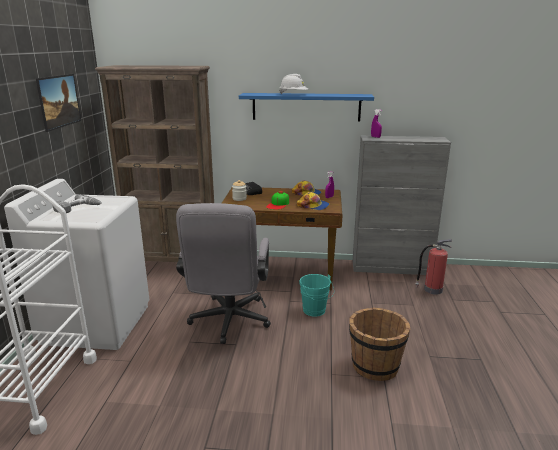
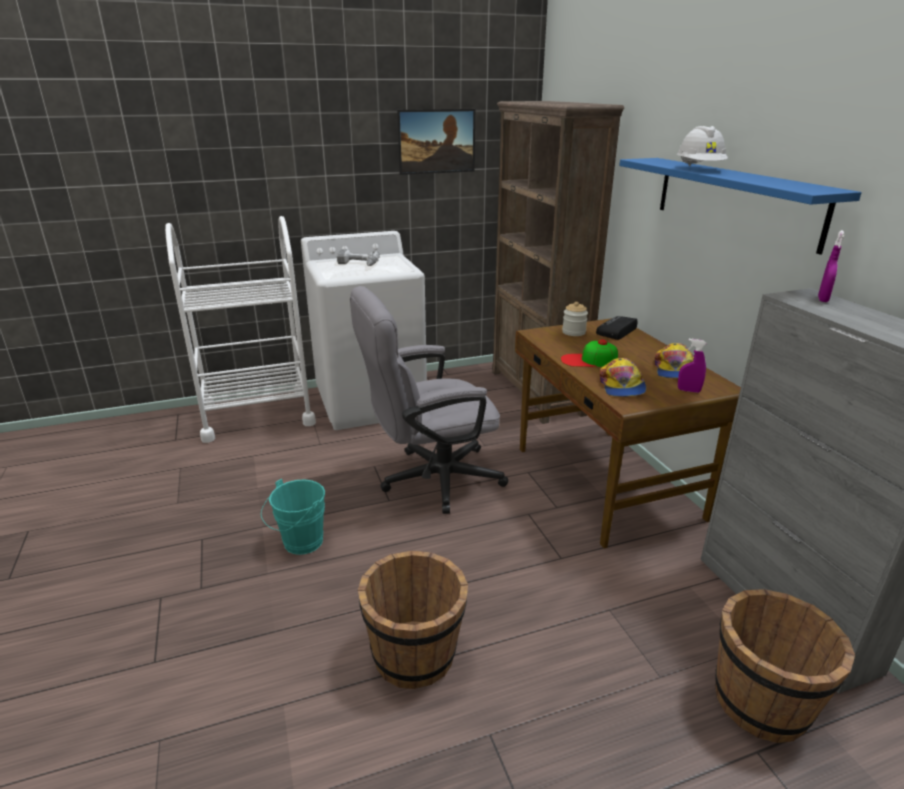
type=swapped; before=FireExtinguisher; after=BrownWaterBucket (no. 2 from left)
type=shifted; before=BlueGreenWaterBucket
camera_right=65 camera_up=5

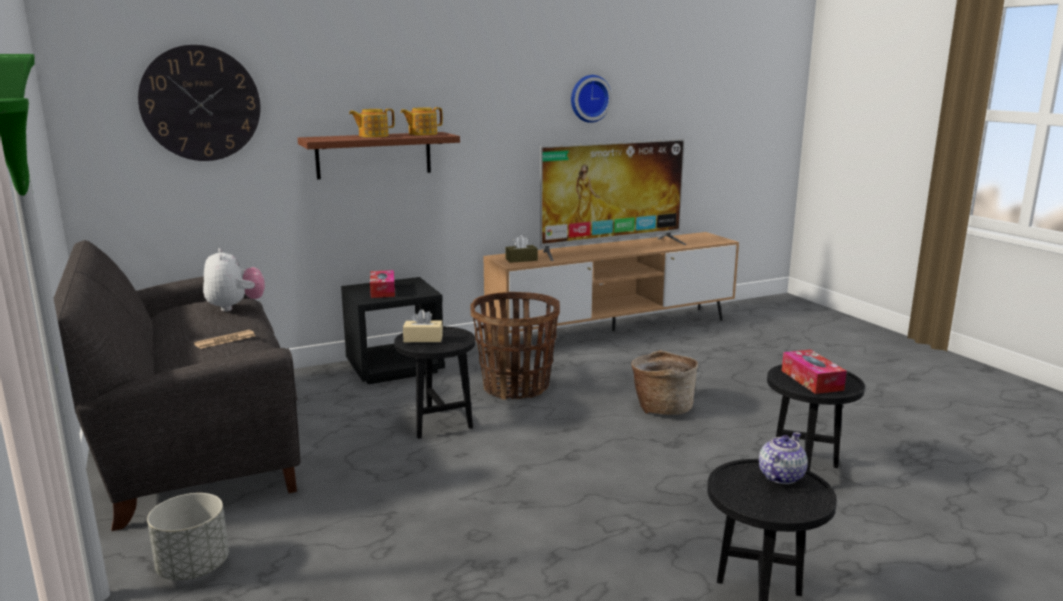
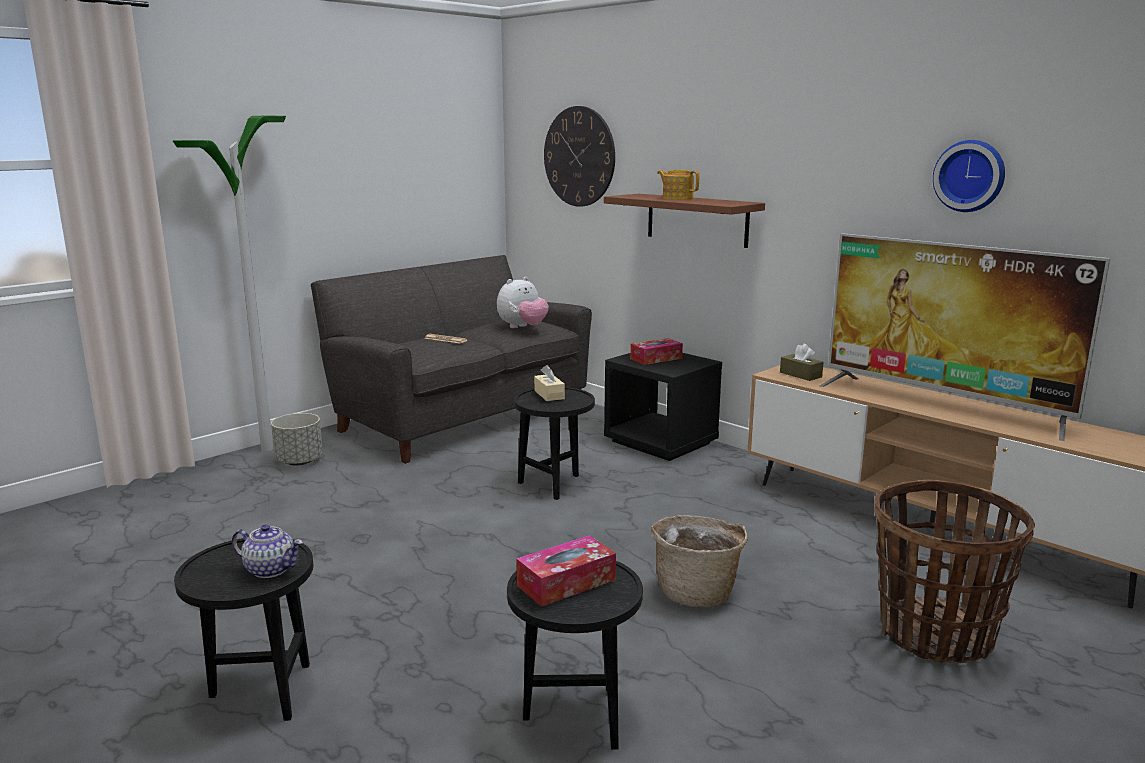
type=gone; before=PotForTea (no. 2 from left)
type=shifted; before=HouseholdBasket (no. 1 from left in the first image); after=HouseholdBasket (no. 2 from left)
camera_right=70 camera_up=0

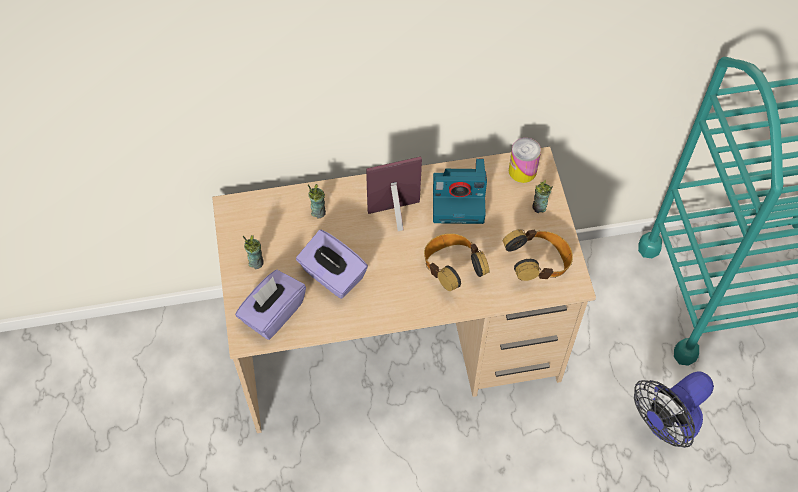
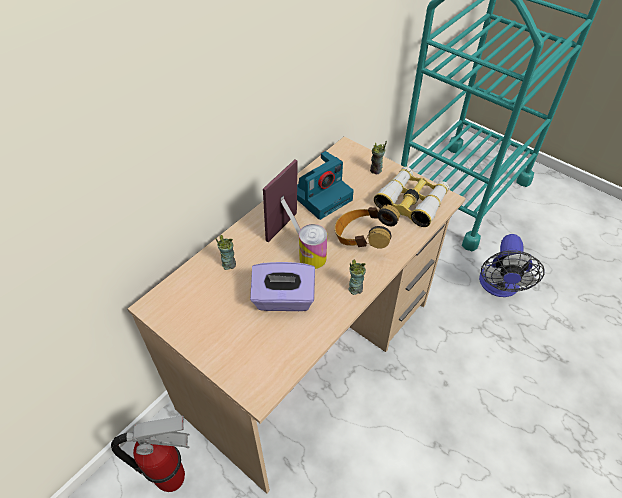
type=shifted; before=Can
type=swapped; before=Headset (no. 2 from left); after=FieldGlasses
type=shifted; before=SmallCup (no. 1 from left in the first image); after=SmallCup (no. 2 from left)
type=gone; before=PurpleColouredTissueBox (no. 1 from left)
type=new; after=FireExtinguisher
camera_right=-40 camera_up=-10

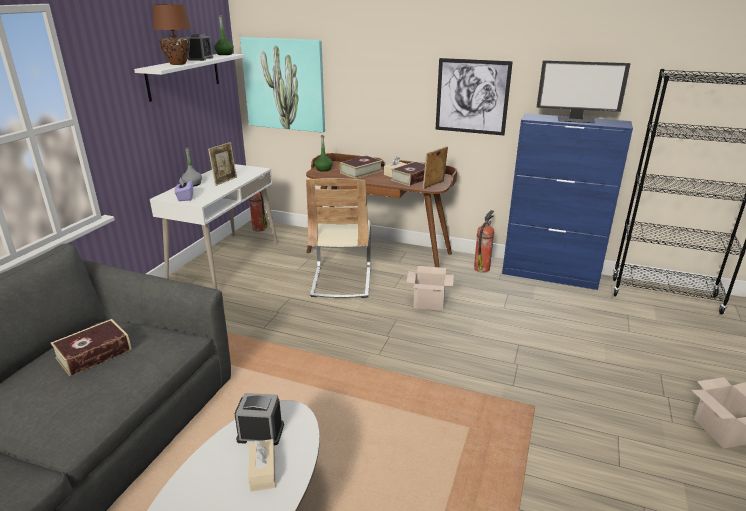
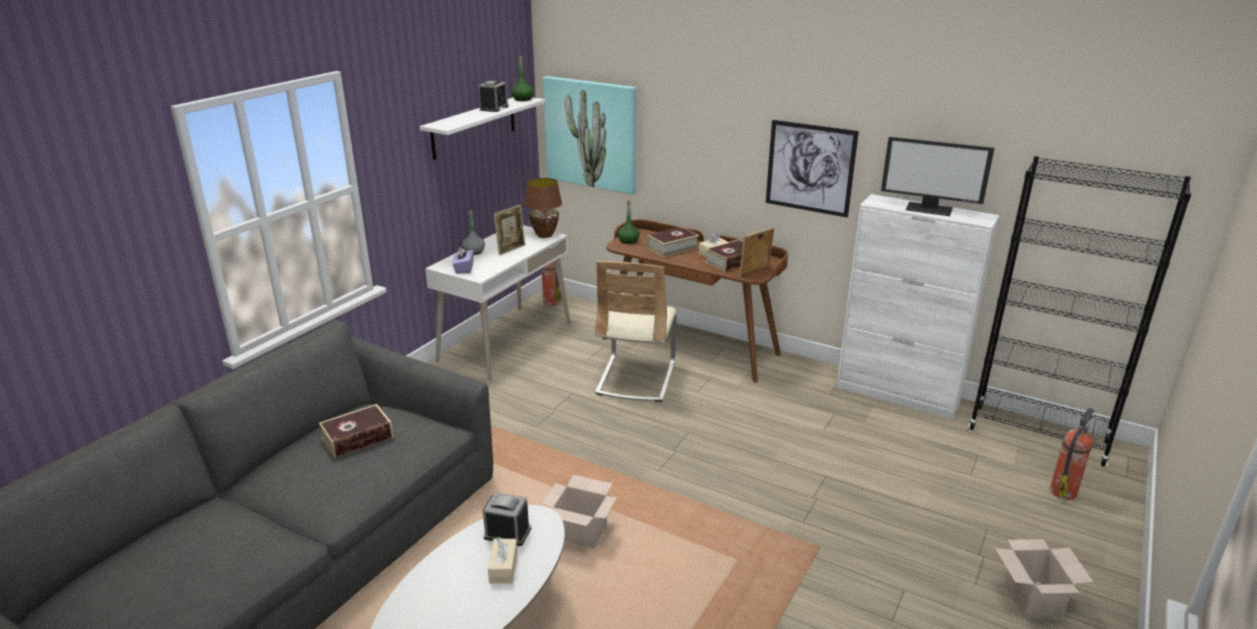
type=shifted; before=BrownLampForATable
type=repainted; before=BluishCabinet; after=WhitishCabinet
type=shifted; before=FireExtinguisher (no. 2 from left)
type=shifted; before=Carton (no. 1 from left)
camera_right=10 camera_up=0

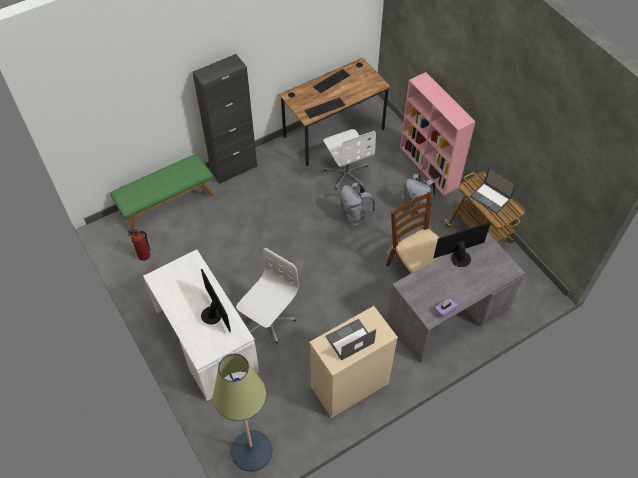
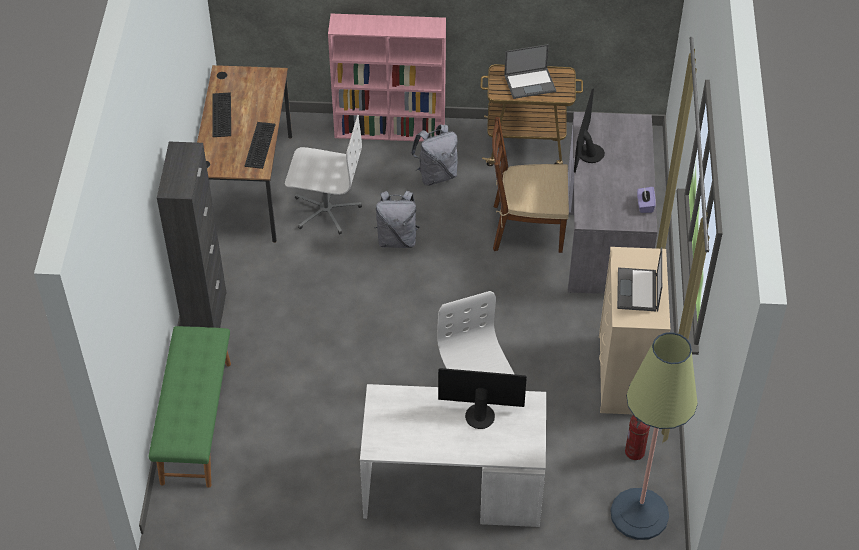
type=shifted; before=FireExtinguisher
camera_right=-55 camera_up=-5

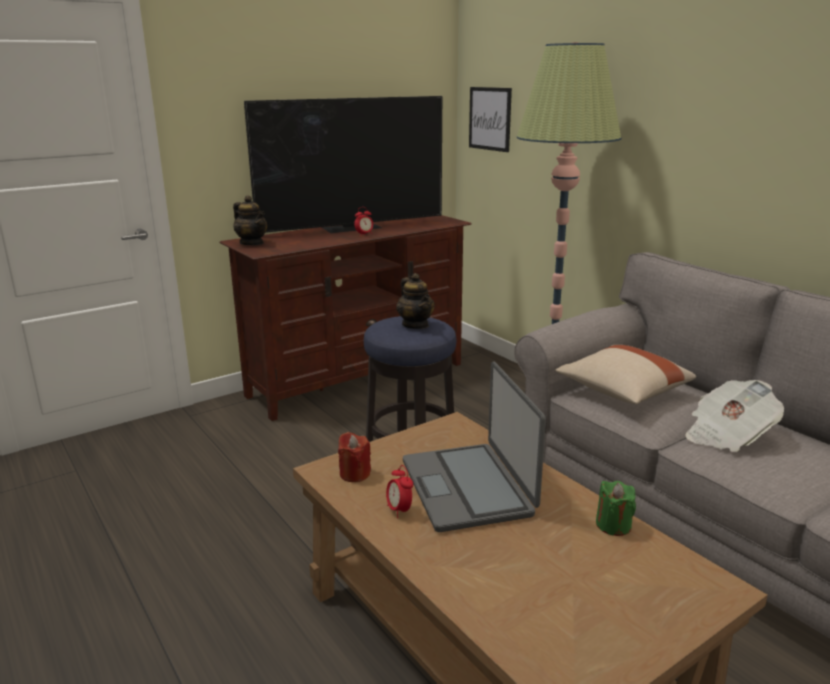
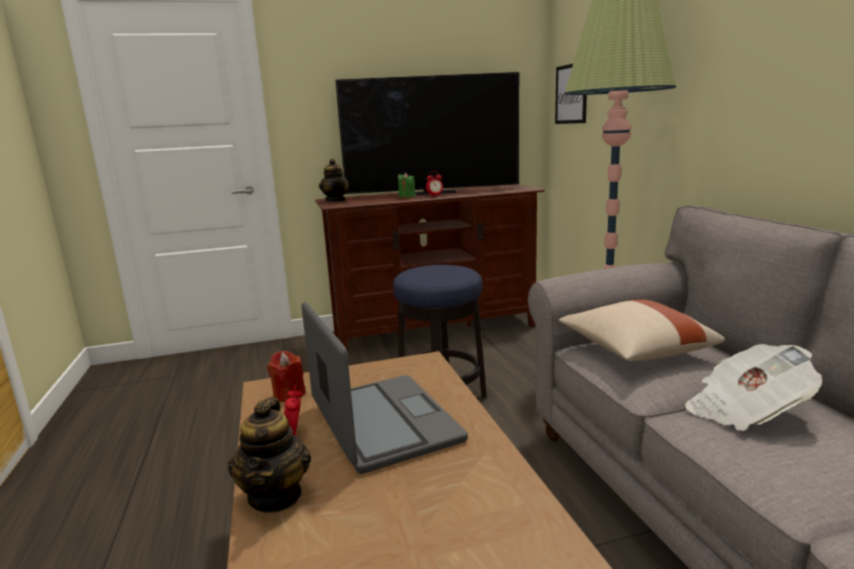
type=shifted; before=PotForTea (no. 2 from left in the first image); after=PotForTea (no. 1 from left)
type=rotated; before=Laptop; turn=150
type=shifted; before=GreenCandle
camera_right=20 camera_up=-5

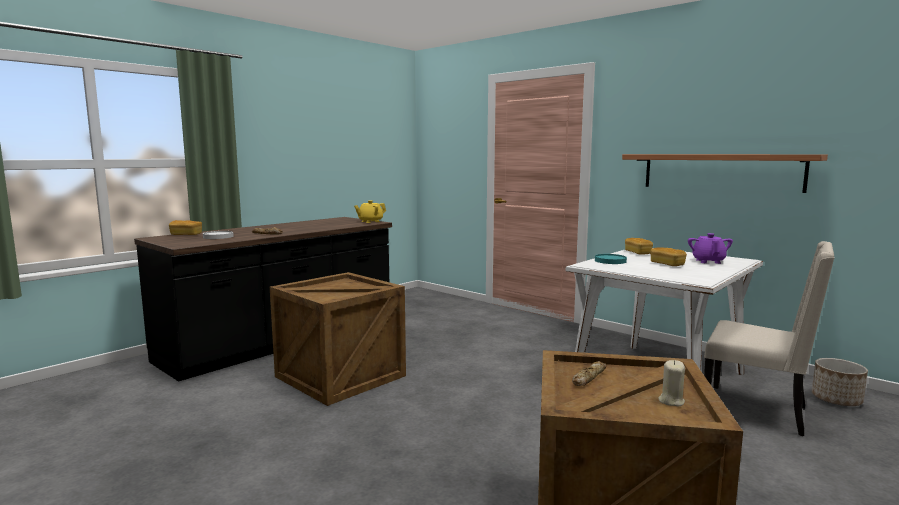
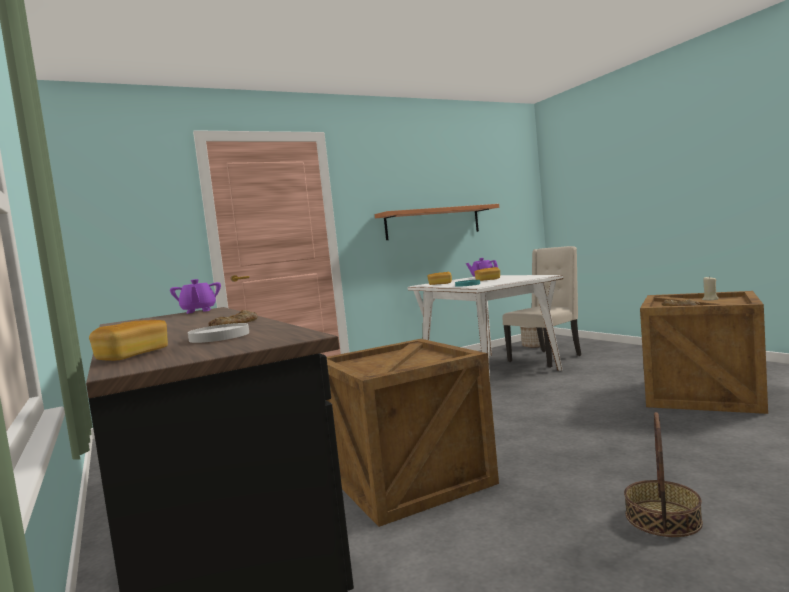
type=repainted; before=YellowishPotForTea; after=PurpleColouredPotForTea (no. 1 from left)
type=new; after=HouseholdBasket
camera_right=-70 camera_up=-5

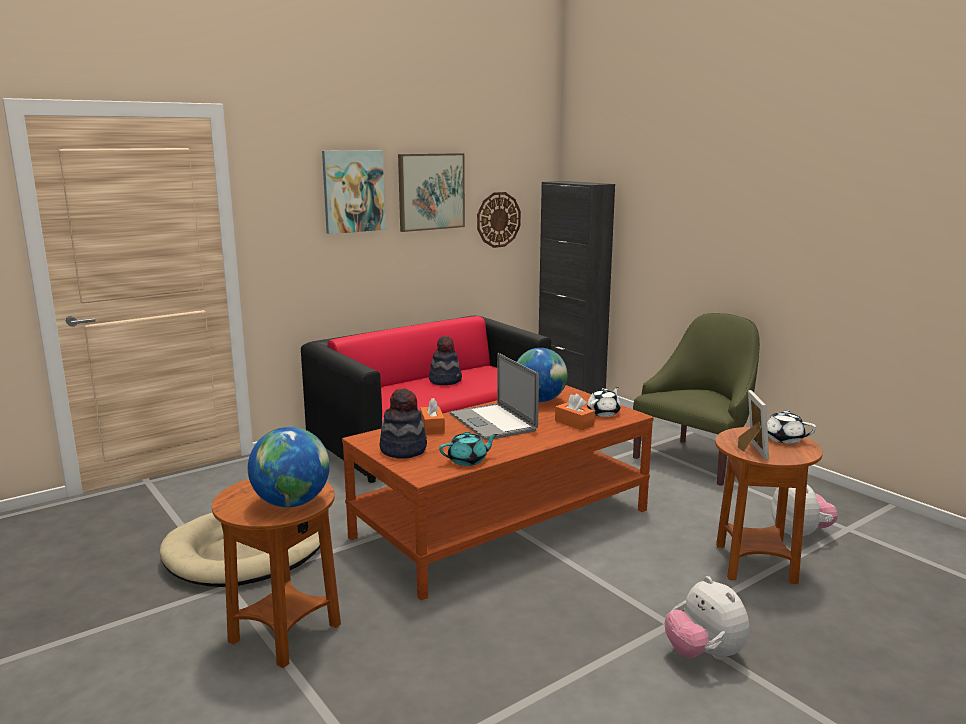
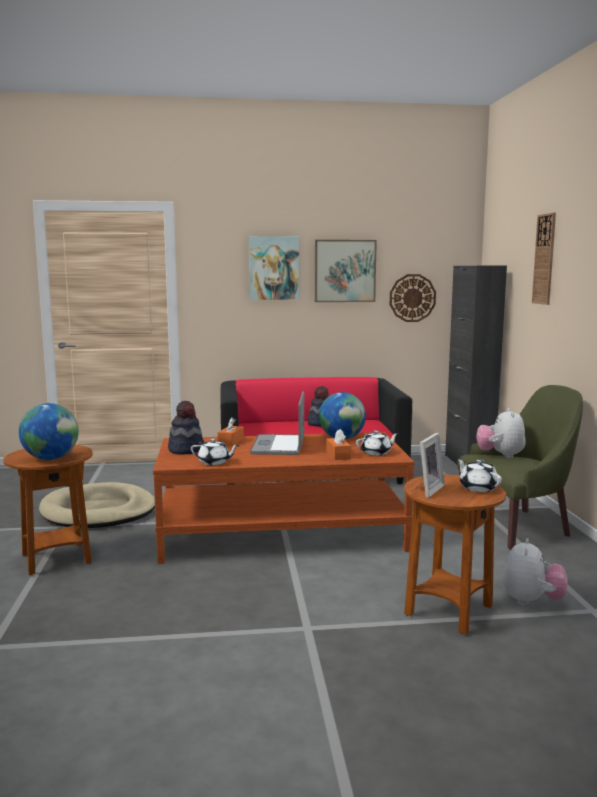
type=repainted; before=BlueGreenPotForTea; after=WhitishPotForTea (no. 1 from left)
type=shifted; before=SoftToy (no. 1 from left)
type=new; after=ClockOnTheWall (no. 2 from left)
camera_right=30 camera_up=-5

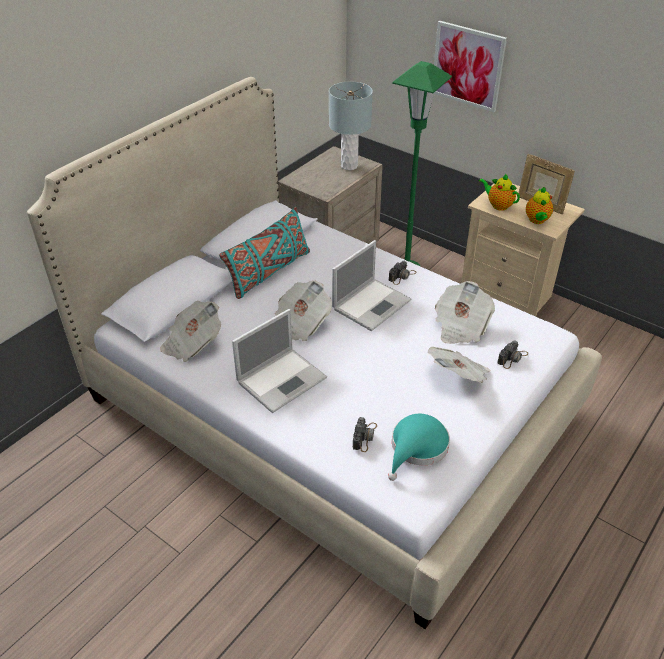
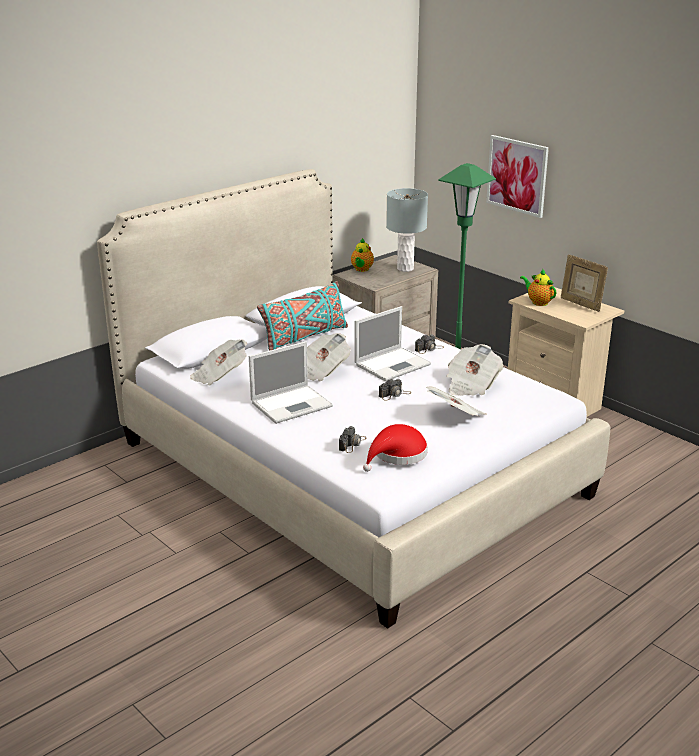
type=shifted; before=PotForTea (no. 2 from left in the first image); after=PotForTea (no. 1 from left)
type=shifted; before=PhotoCamera (no. 3 from left in the first image); after=PhotoCamera (no. 2 from left)
type=repainted; before=BlueGreenClothingHat; after=RedClothingHat
camera_right=10 camera_up=-15

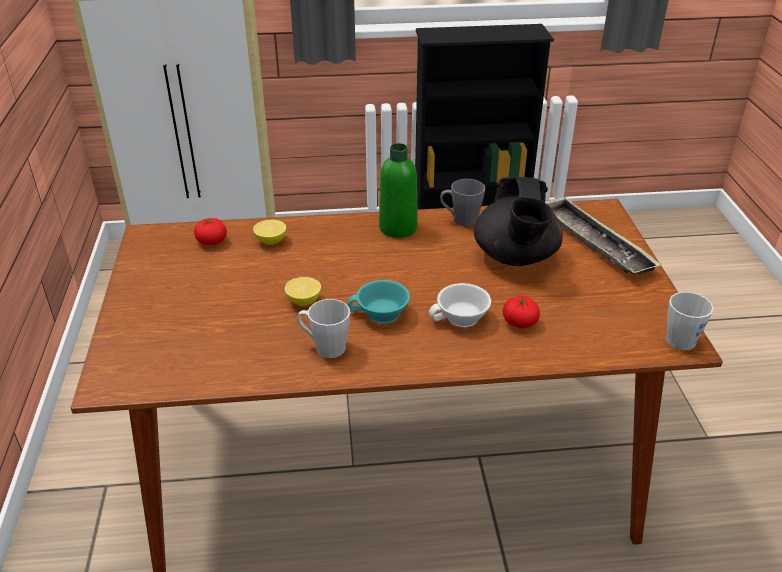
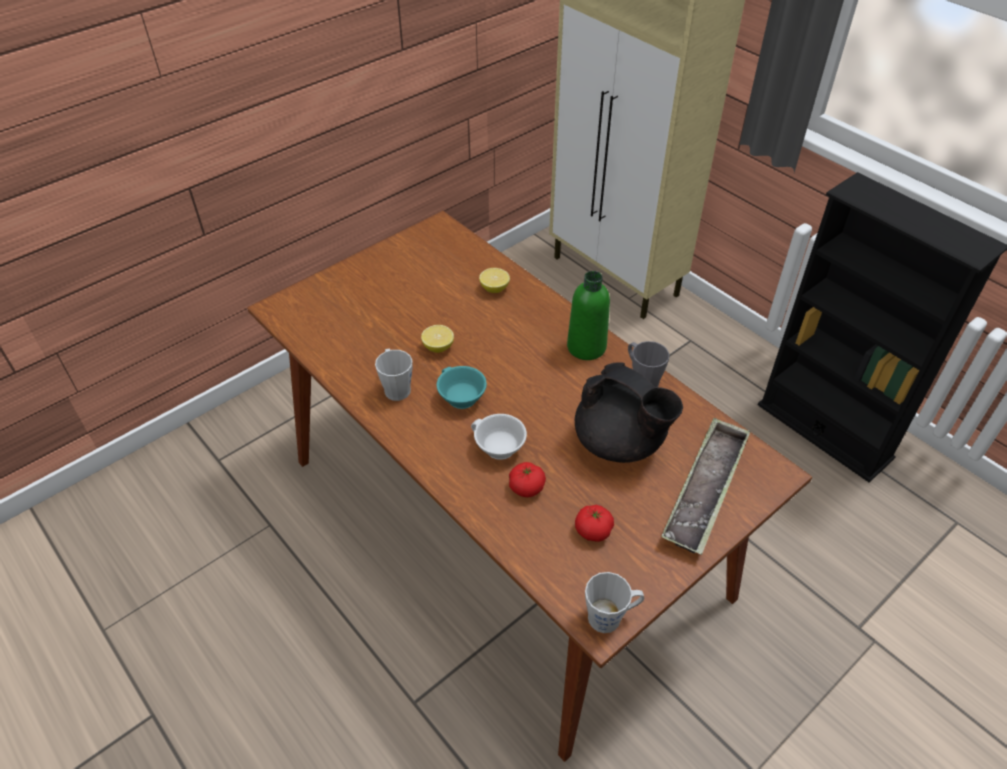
type=rotated; before=BlackPotForTea; turn=-105
type=shifted; before=WholeTomato (no. 1 from left in the first image); after=WholeTomato (no. 2 from left)
camera_right=55 camera_up=10

